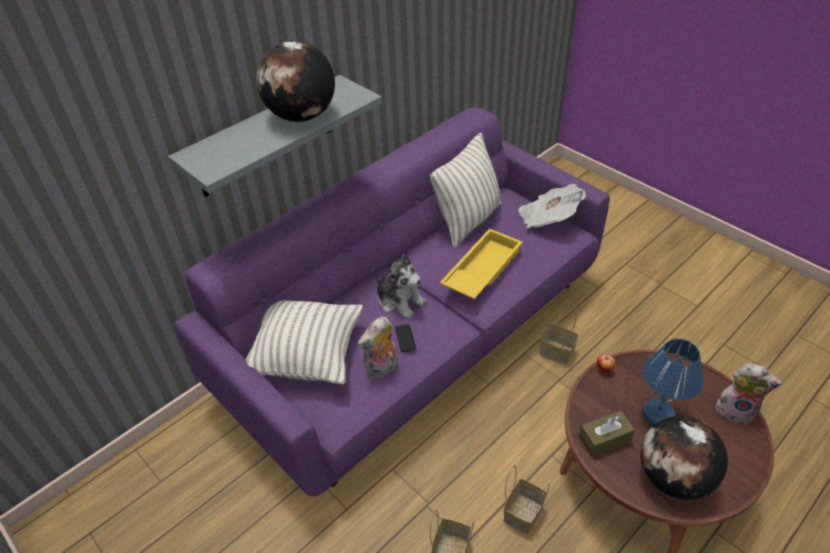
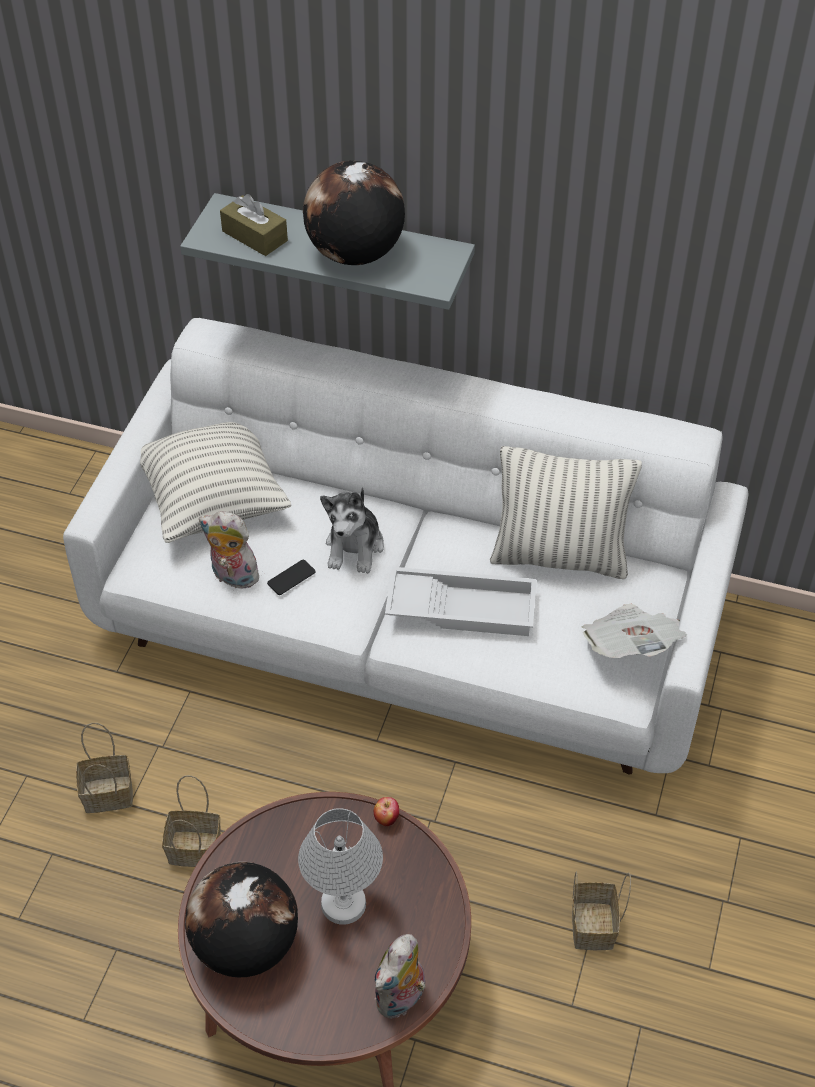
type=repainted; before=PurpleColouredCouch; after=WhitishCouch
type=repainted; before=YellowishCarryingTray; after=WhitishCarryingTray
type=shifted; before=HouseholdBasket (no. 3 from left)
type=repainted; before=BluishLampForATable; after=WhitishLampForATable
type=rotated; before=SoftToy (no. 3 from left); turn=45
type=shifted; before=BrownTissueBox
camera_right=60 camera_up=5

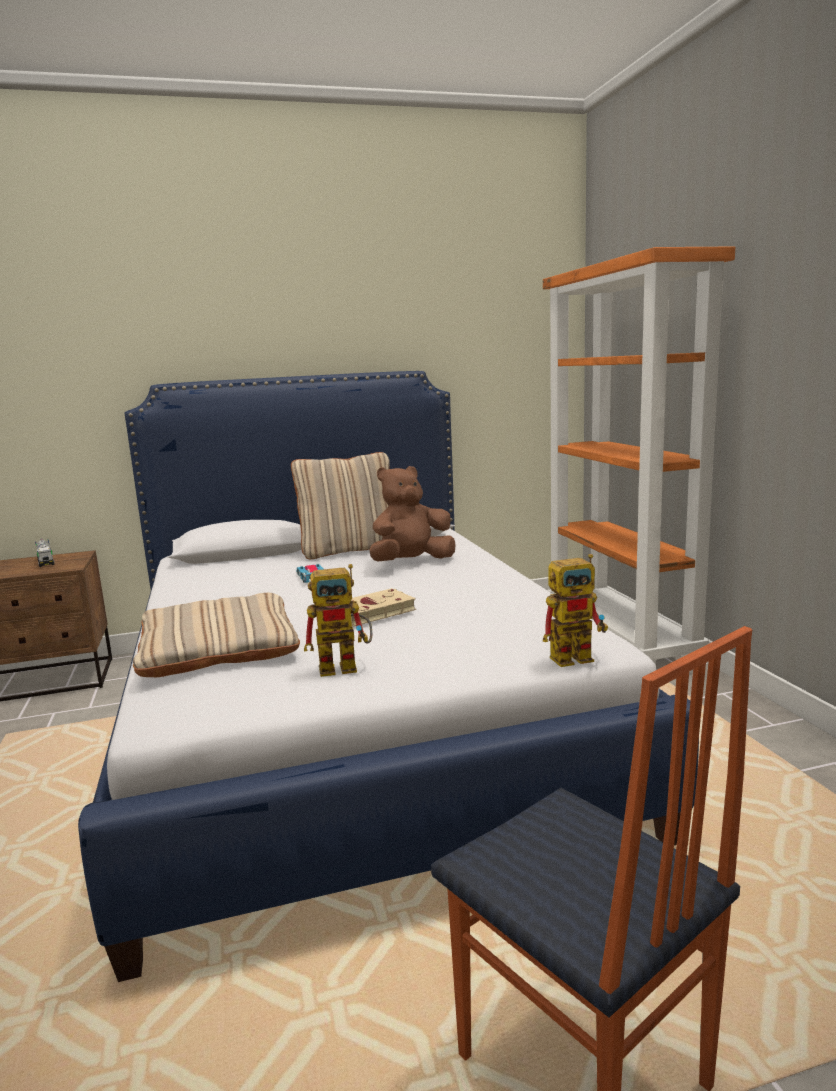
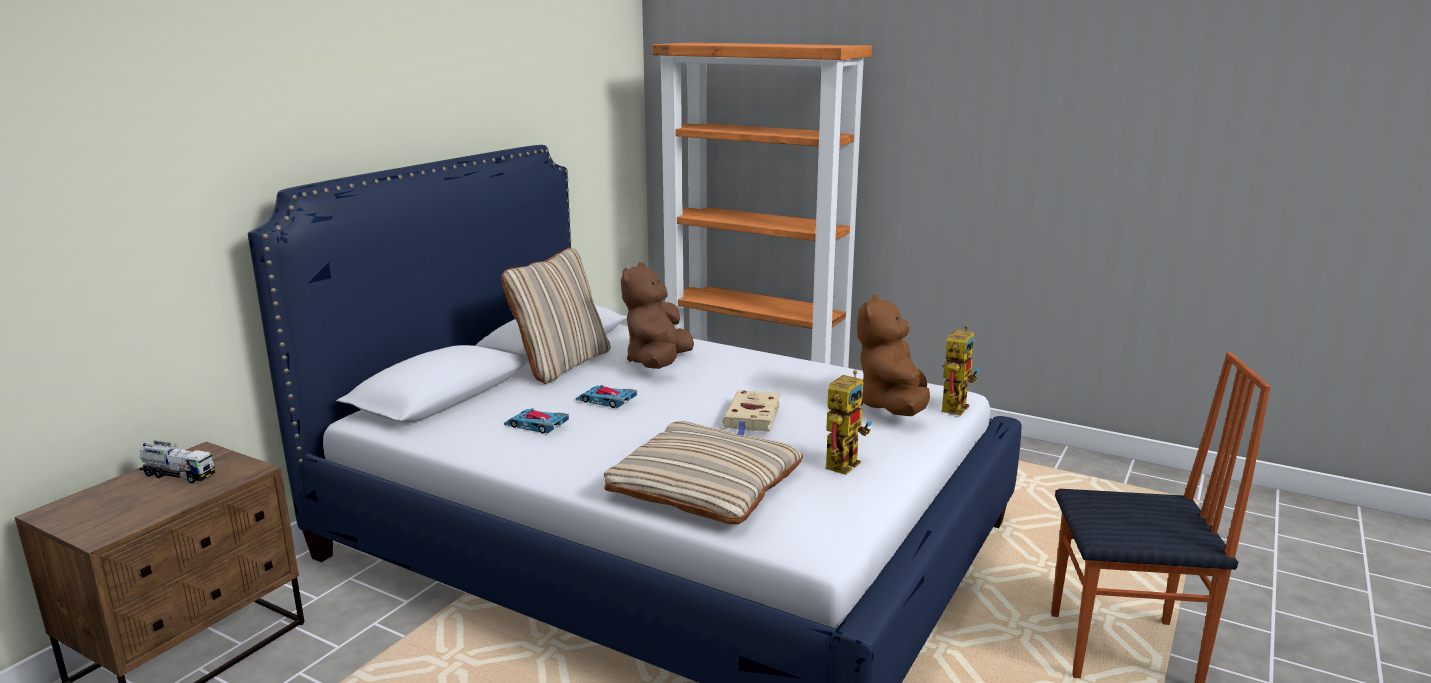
type=new; after=BrownSoftToy (no. 2 from left)
type=new; after=ModelCar (no. 1 from left)
camera_right=-45 camera_up=5

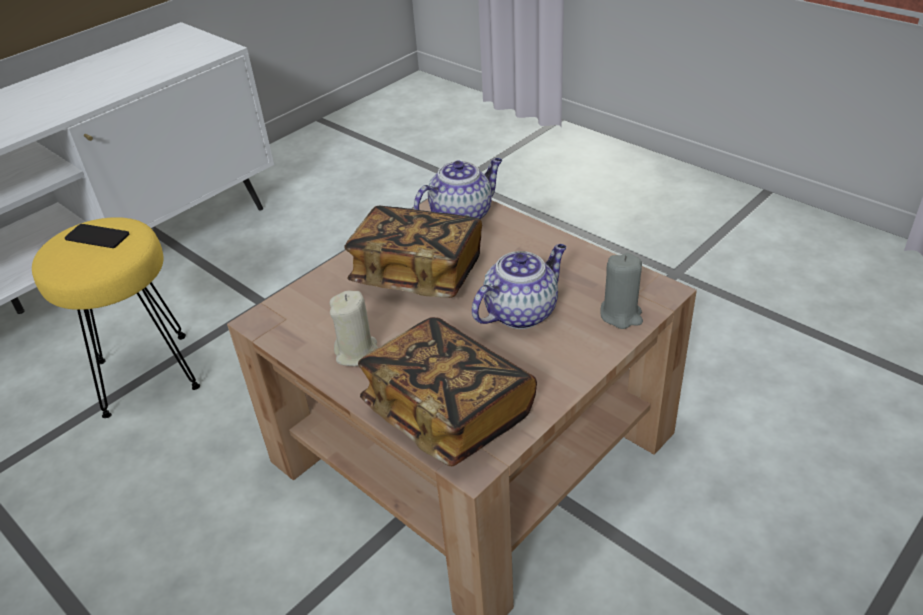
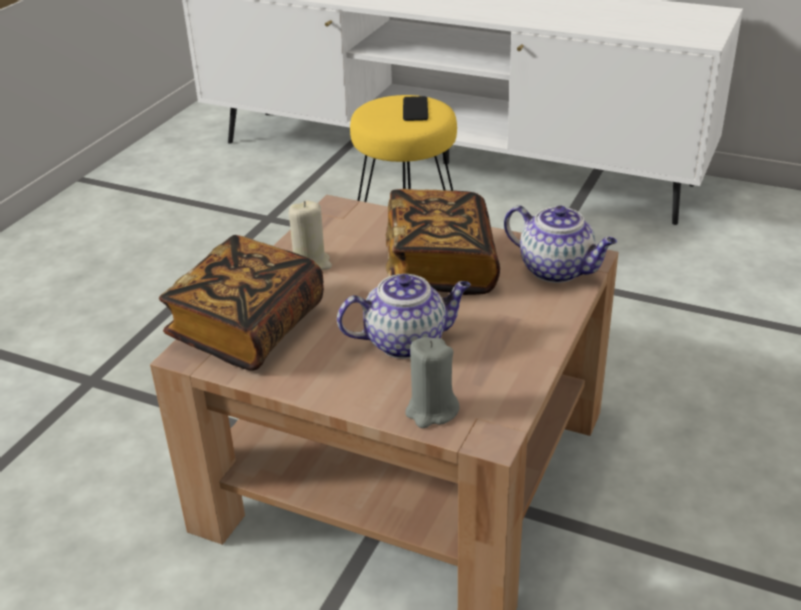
type=rotated; before=PotForTea (no. 2 from left in the first image); turn=-45
camera_right=70 camera_up=-5

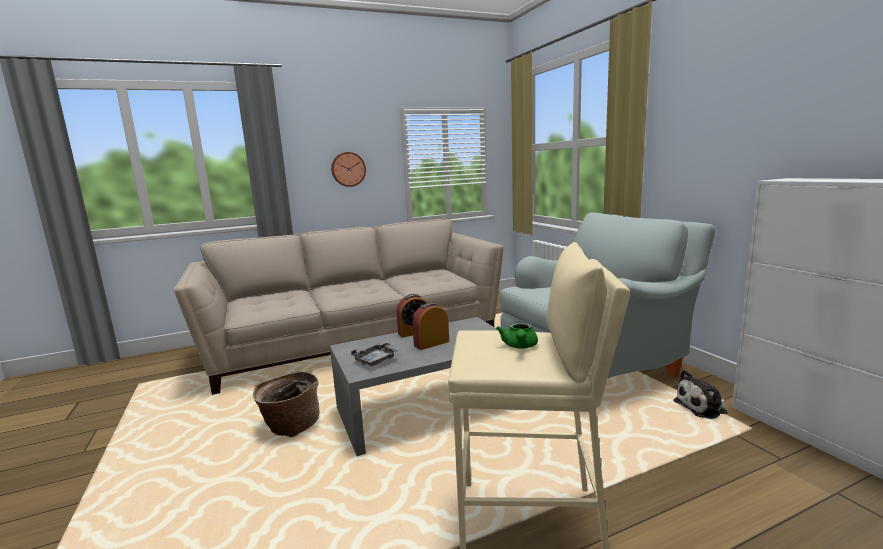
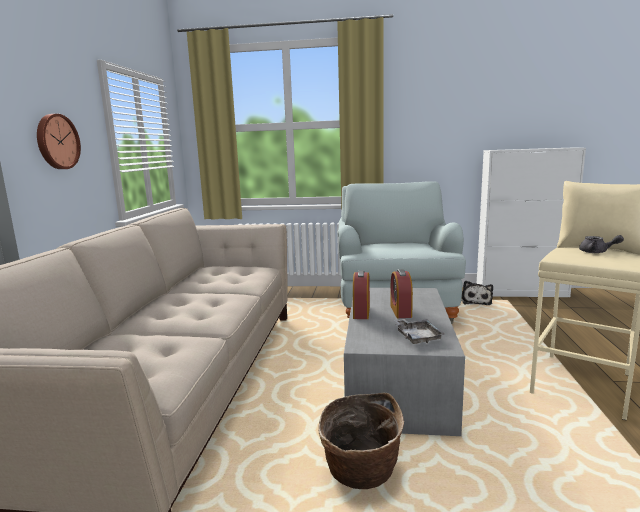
type=repainted; before=GreenPotForTea; after=GrayPotForTea
camera_right=-60 camera_up=0

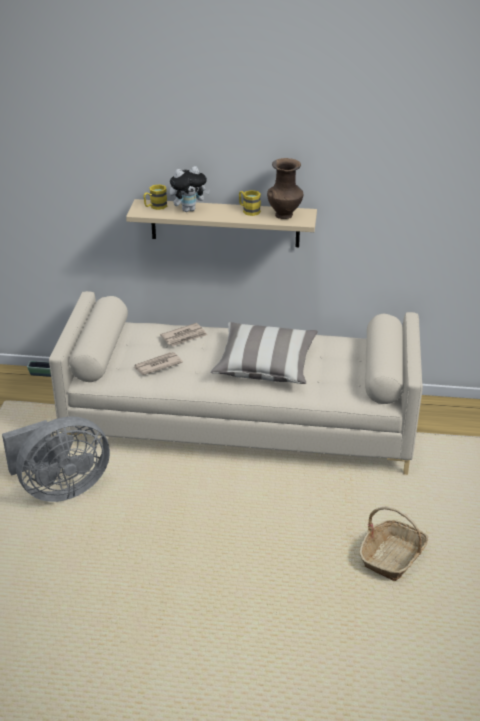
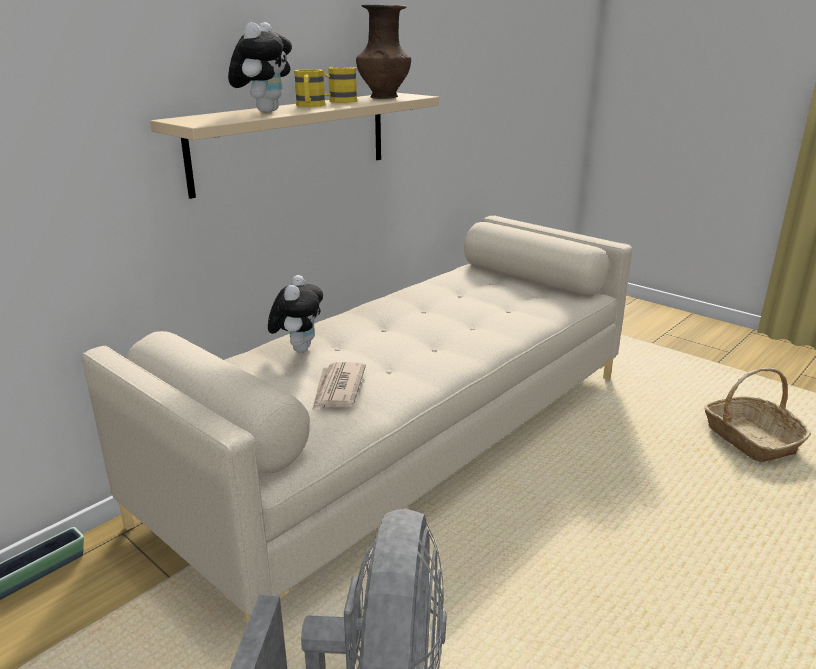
type=shifted; before=YellowishMug (no. 1 from left)
type=gone; before=Cushion
type=swapped; before=DailyPaper (no. 2 from left); after=SoftToy (no. 2 from left)
camera_right=-55 camera_up=-10

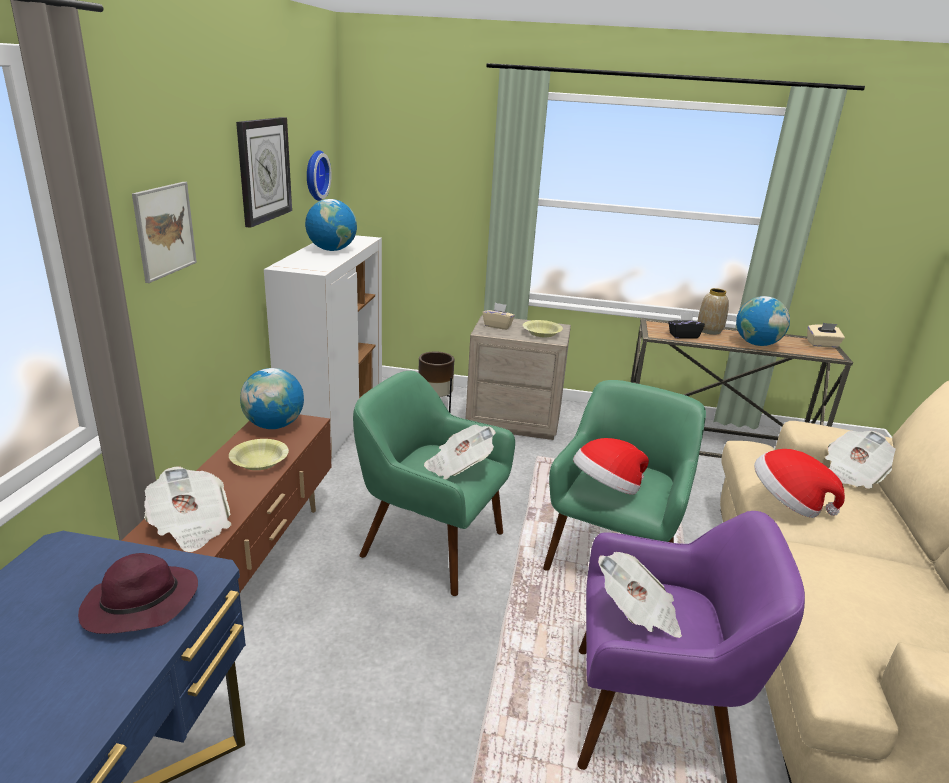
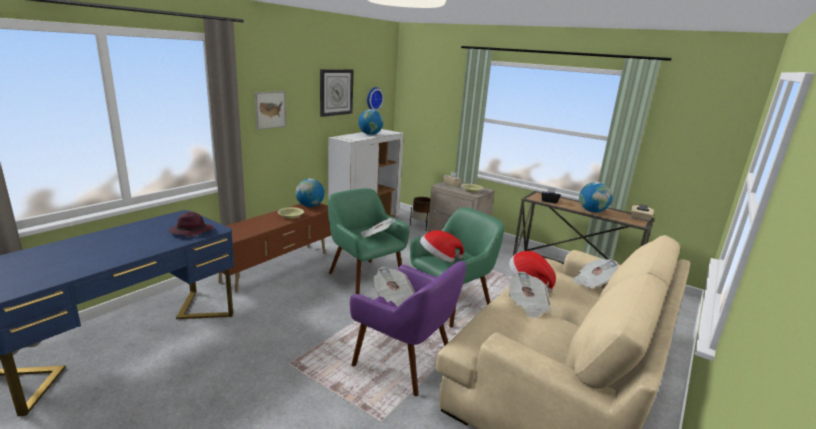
type=gone; before=FlowerVase
type=shifted; before=DailyPaper (no. 1 from left in the first image); after=DailyPaper (no. 3 from left)
camera_right=25 camera_up=-5

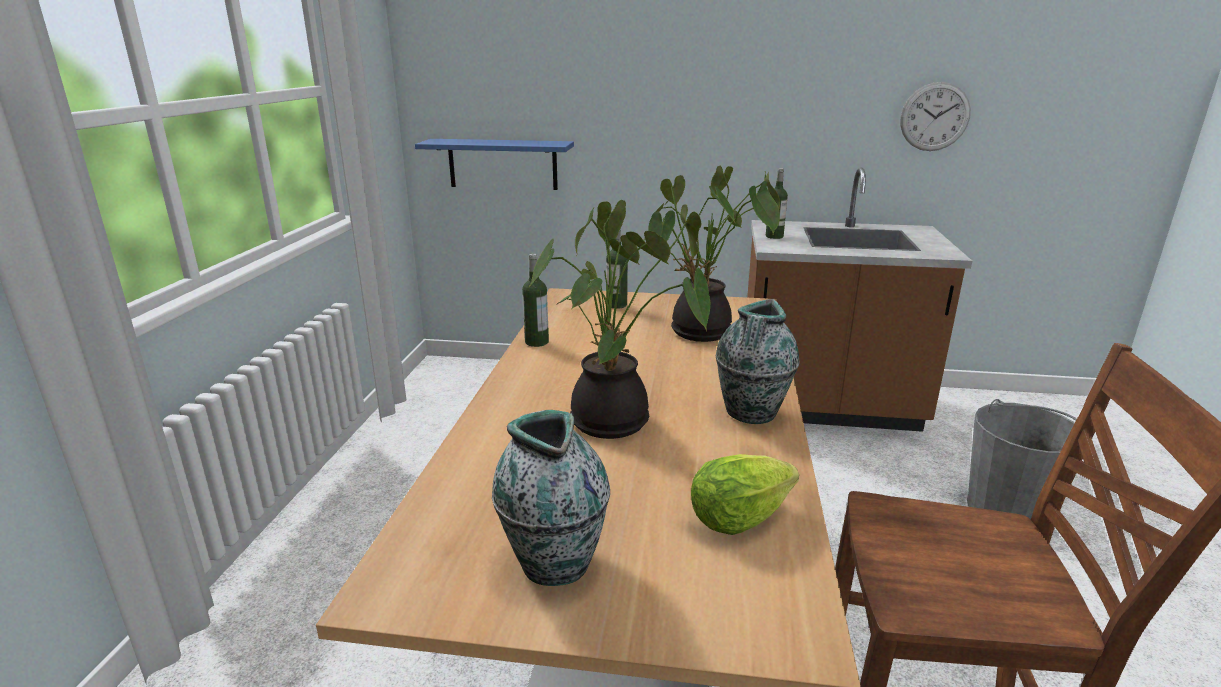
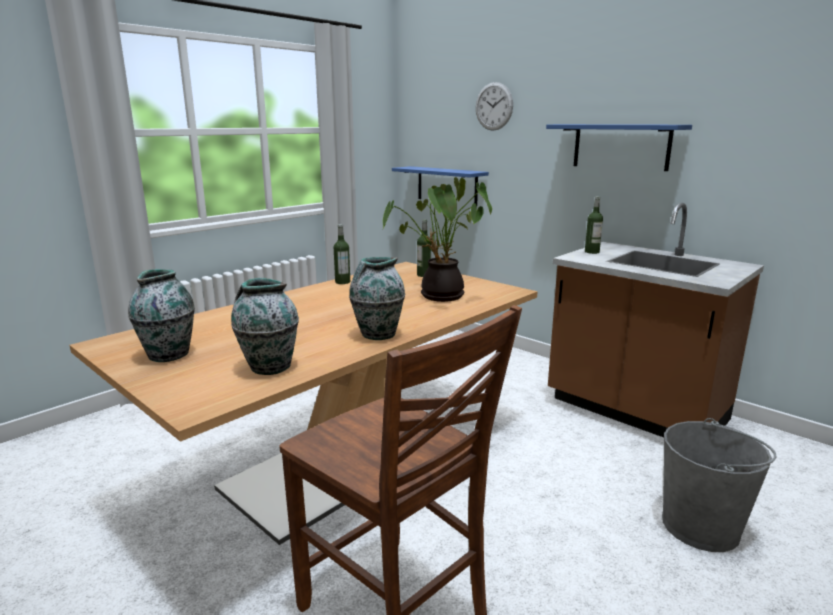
type=shifted; before=ClockOnTheWall
type=gone; before=PlantInAPot (no. 1 from left)
type=swapped; before=Lettuce; after=FlowerVase (no. 2 from left)
type=new; after=BluishBracketShelf (no. 2 from left)
camera_right=35 camera_up=-5

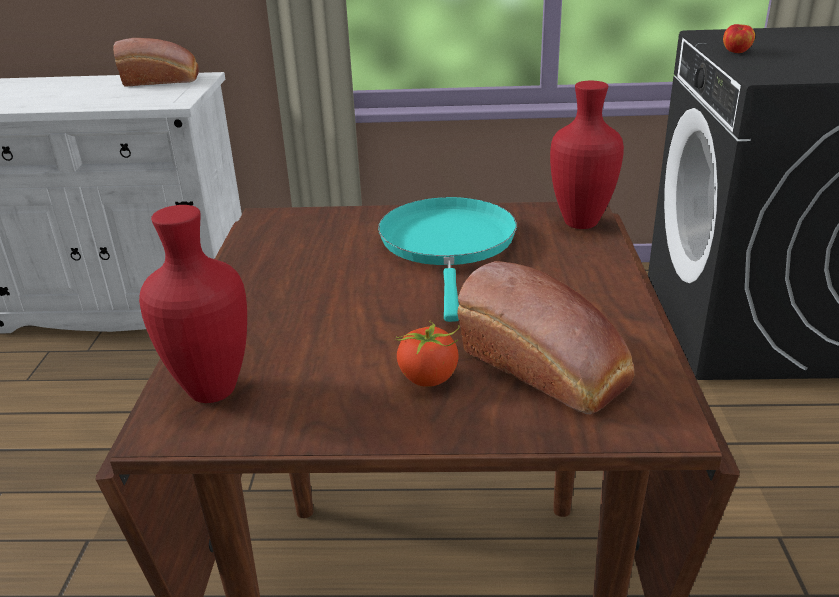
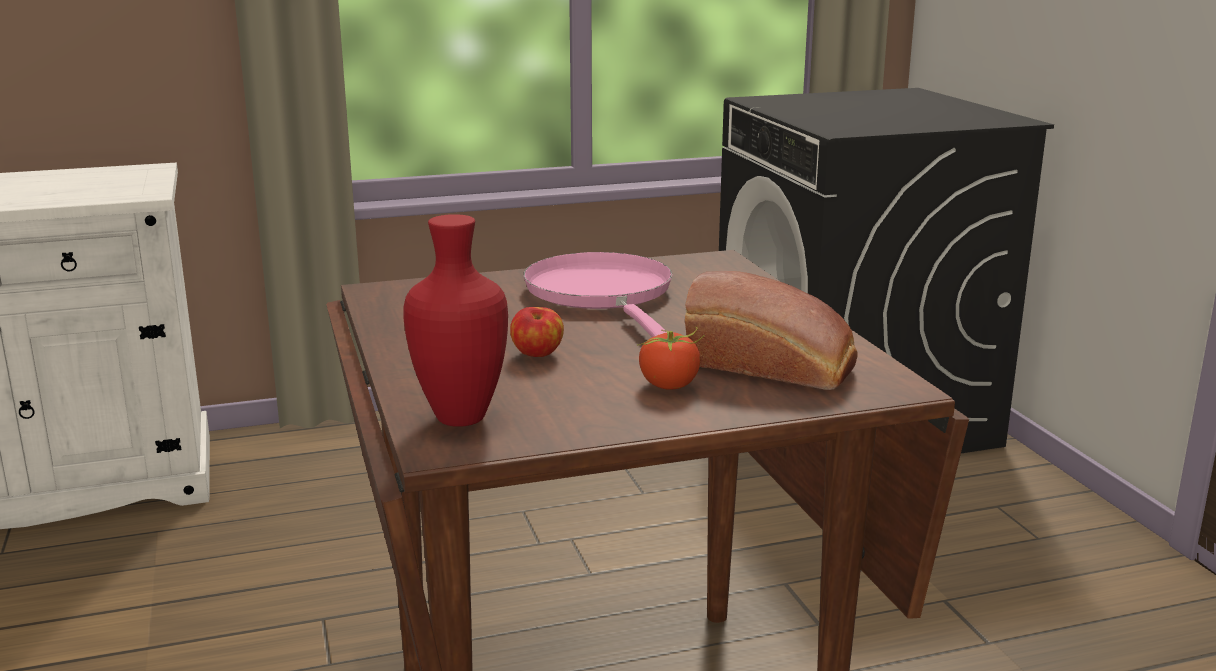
type=shifted; before=WholeApple
type=gone; before=Bread (no. 1 from left)
type=gone; before=RedFlowerVase (no. 2 from left)
type=repainted; before=BlueGreenFryingPan; after=PinkFryingPan
camera_right=-20 camera_up=-10

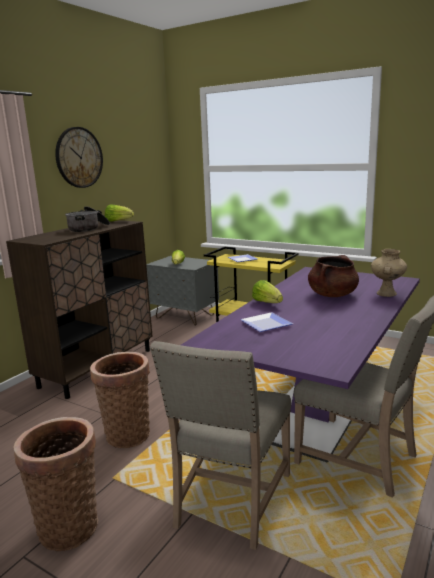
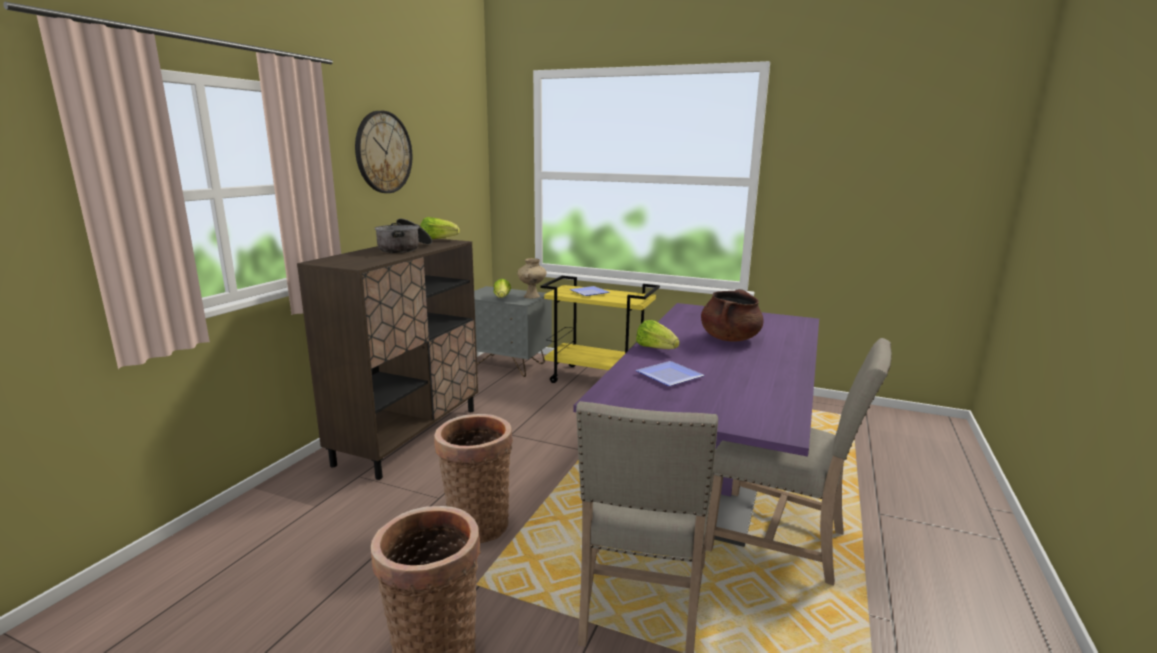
type=shifted; before=BeigeFlowerVase
camera_right=-10 camera_up=0

